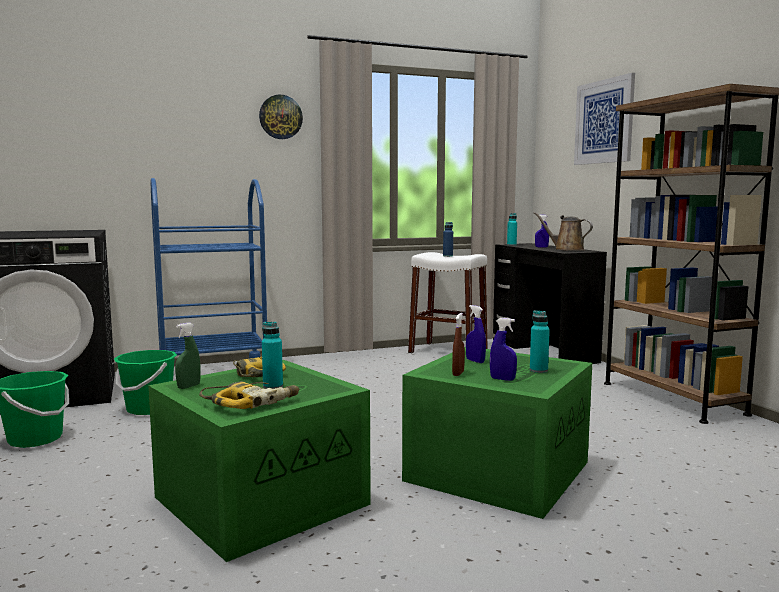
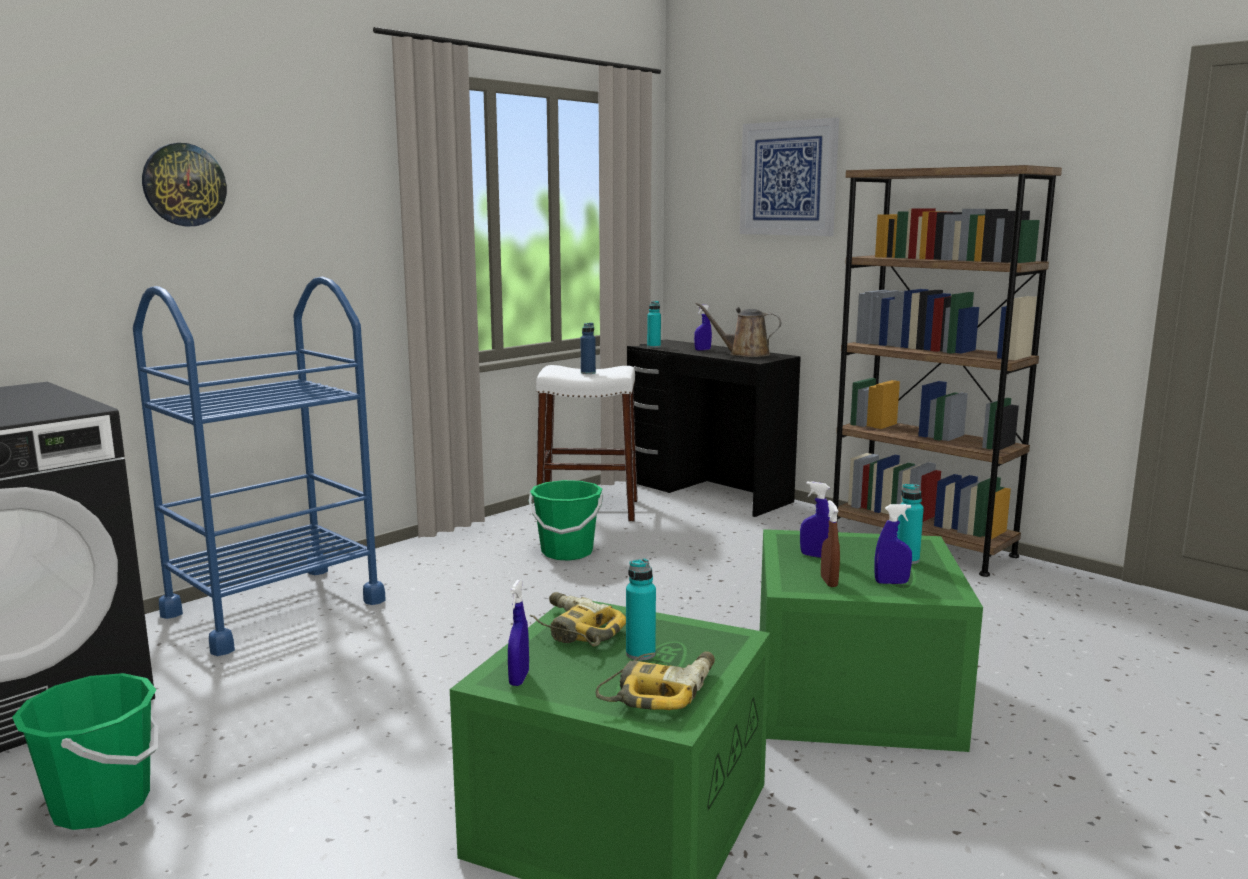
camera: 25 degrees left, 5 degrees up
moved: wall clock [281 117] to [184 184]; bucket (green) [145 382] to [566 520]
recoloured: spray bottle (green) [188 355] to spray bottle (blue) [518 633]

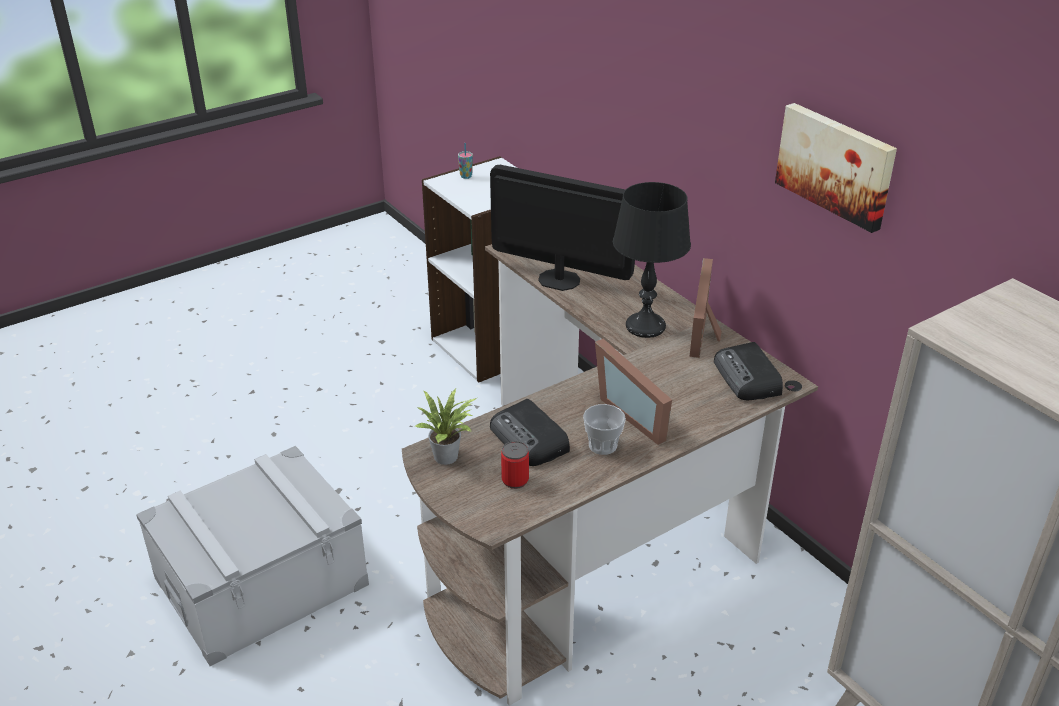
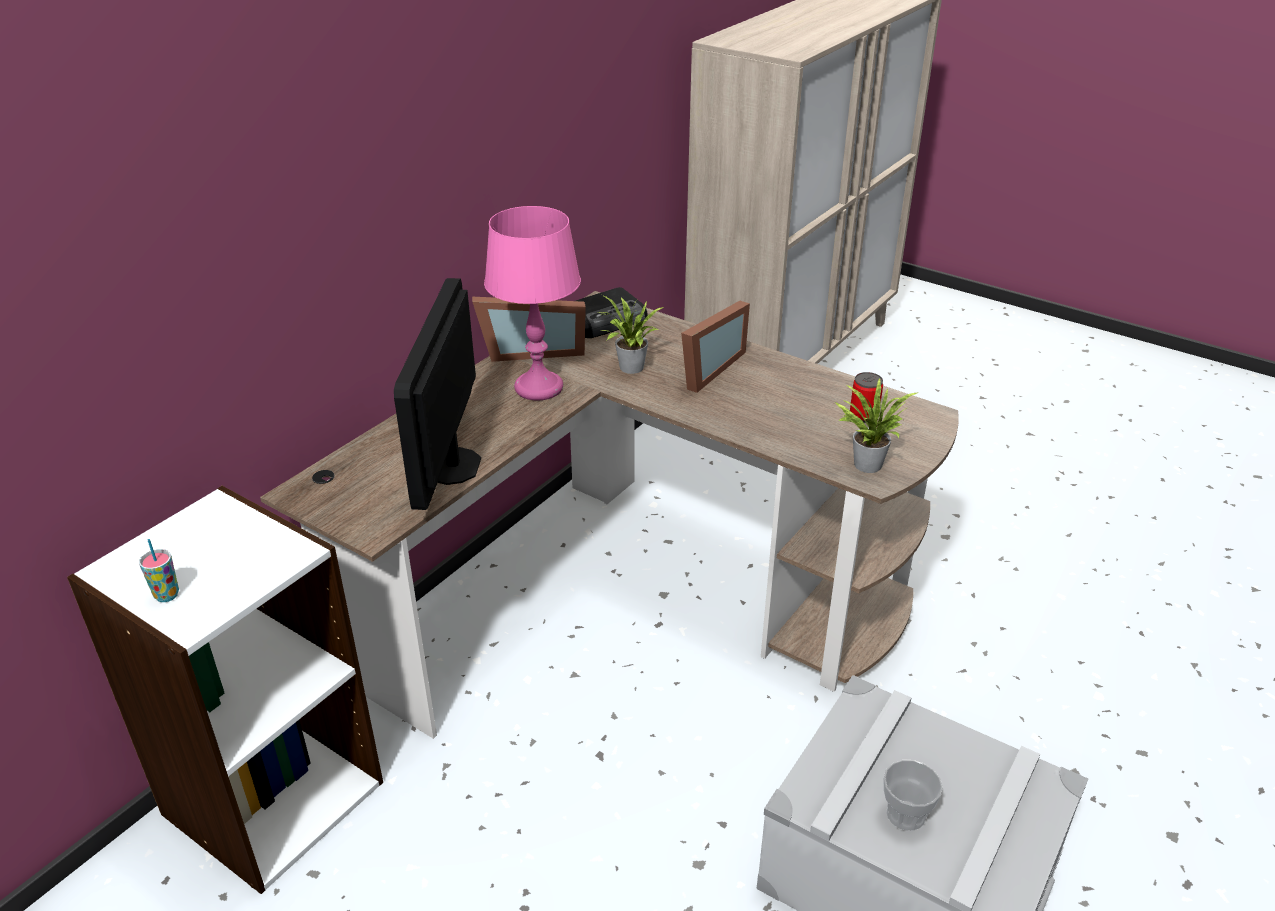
camera: 110 degrees left, 0 degrees up
removed: picture [836 168]; radio [530 432]
added: potted plant [631 334]
moved: cup [604 429] to [913 795]
recoloured: table lamp (black) [652 260] to table lamp (pink) [532 303]

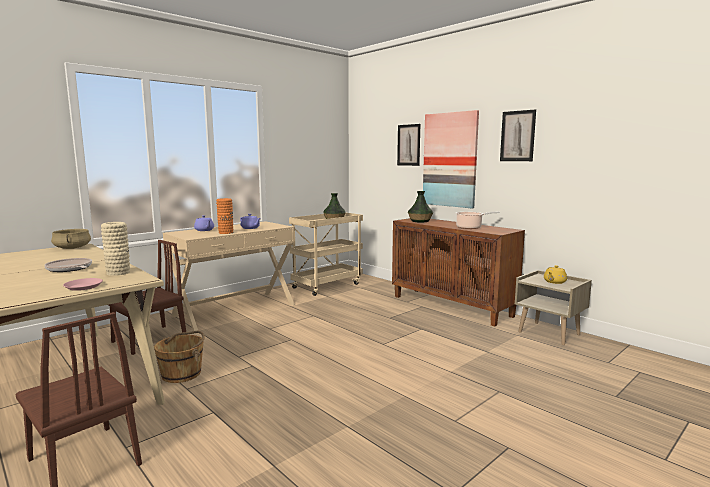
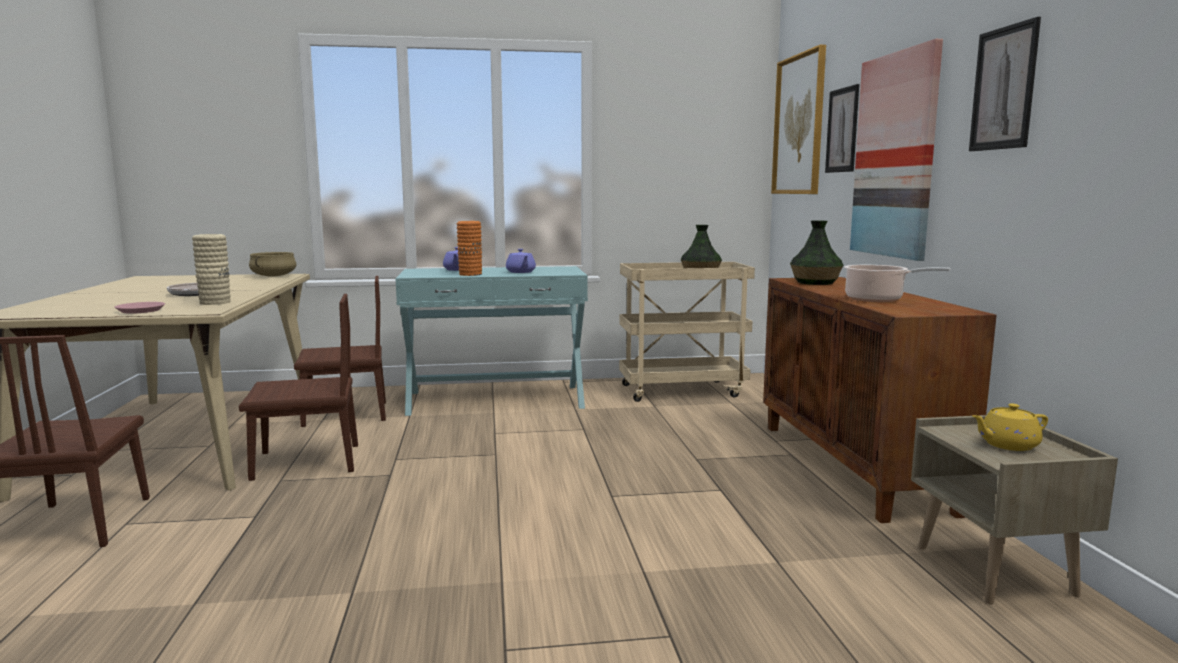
camera: 35 degrees right, 0 degrees up
added: picture [798 119]
replaced: bucket (brown) [179 357] to chair (brown) [298 387]
recoloured: console table (beige) [229 276] to console table (turquoise) [491 341]

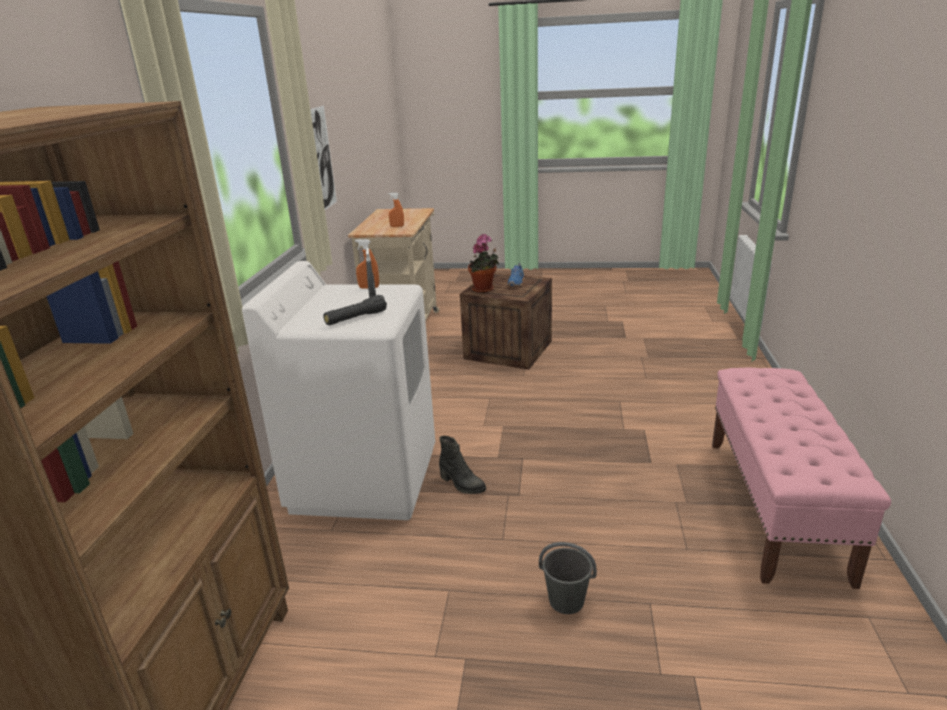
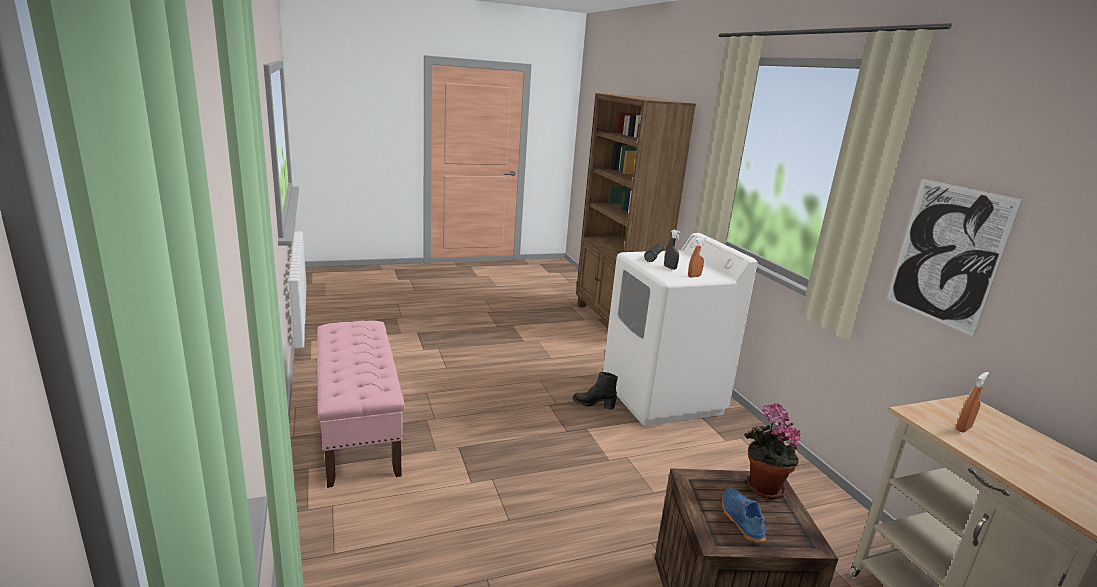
camera: 150 degrees right, 5 degrees down
removed: bucket (grey) [568 578]

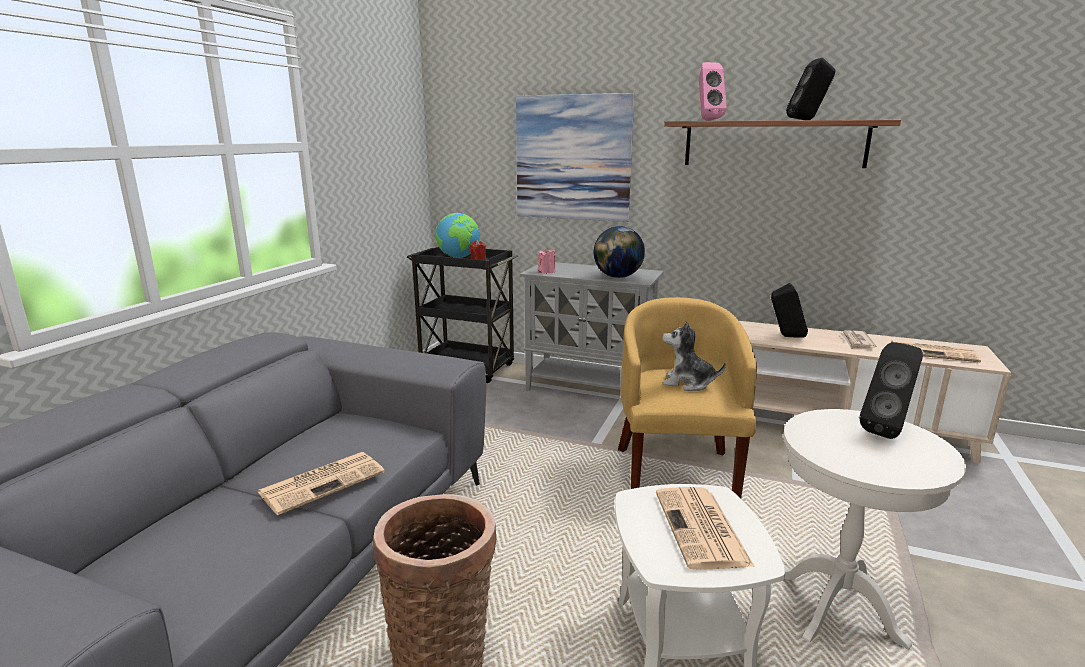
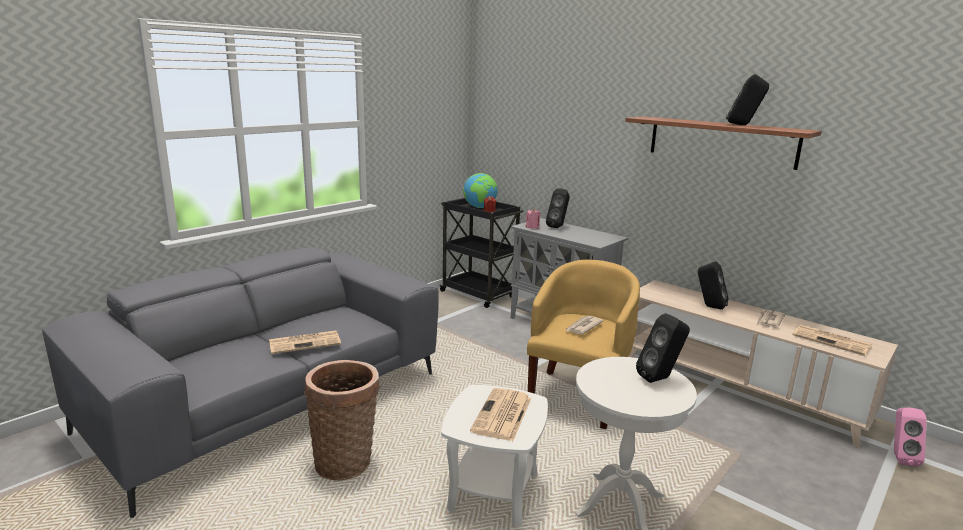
camera: 20 degrees right, 0 degrees up
removed: picture [575 157]; globe [619 252]
added: speaker (black) [558 208]
moved: speaker (pink) [713 91] to [910 437]
replaced: plush toy [694 356] to newspaper [584 325]

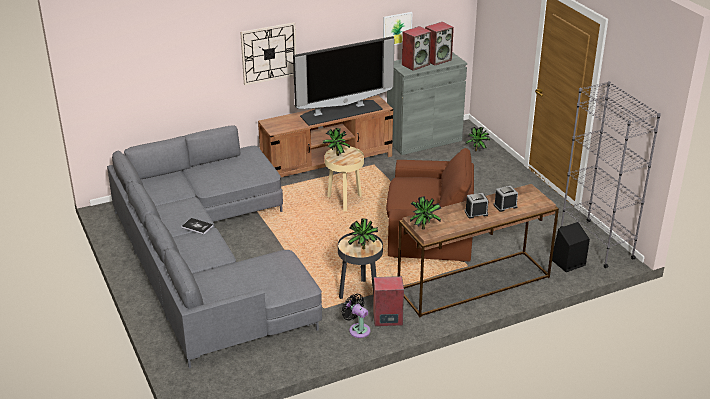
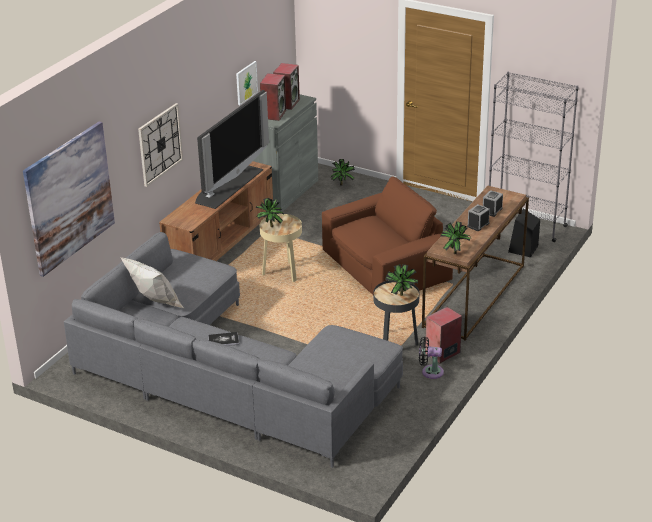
camera: 35 degrees left, 0 degrees up
added: picture [69 199]; pillow (white) [152 283]

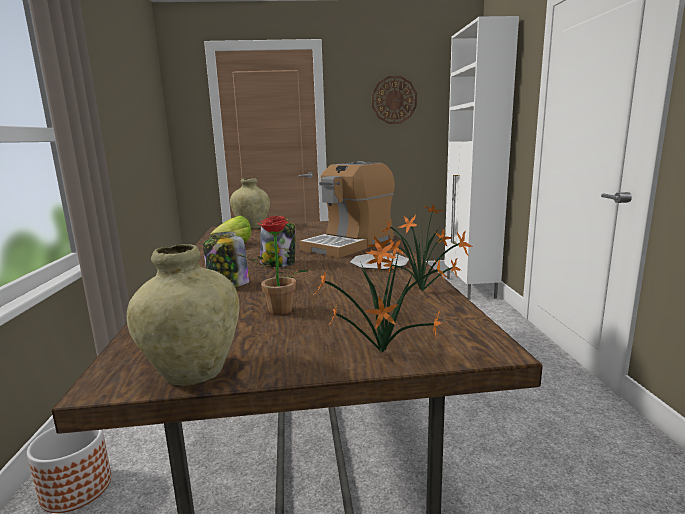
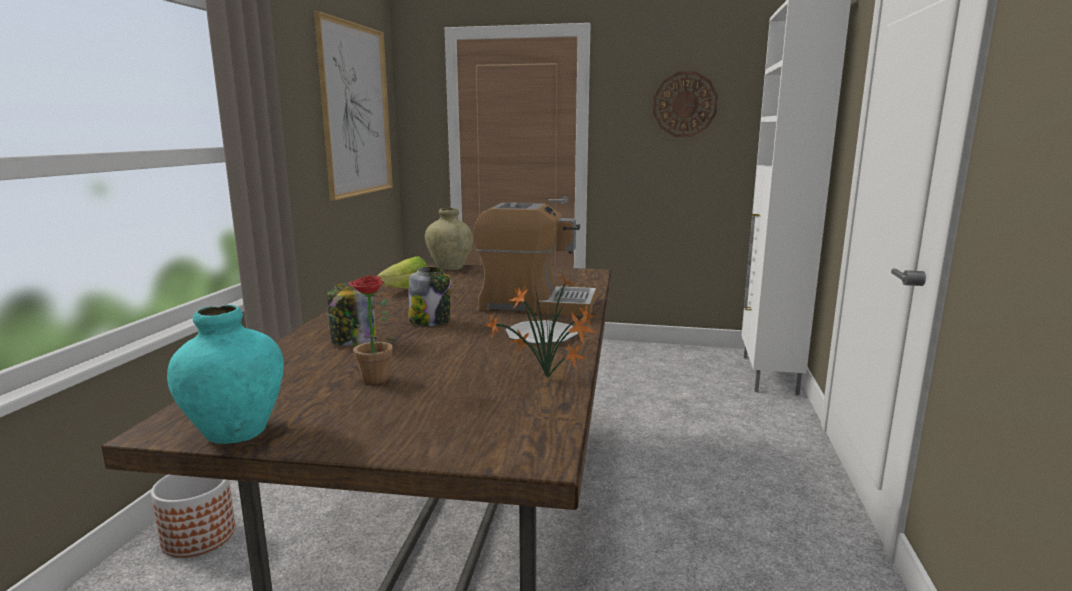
camera: 15 degrees right, 0 degrees up
removed: potted plant [380 294]
added: picture [353 106]
recoloured: vase (beige) [183 315] to vase (turquoise) [225 374]
turned: coffee machine [347 209] = [535 259] 135 degrees counterclockwise

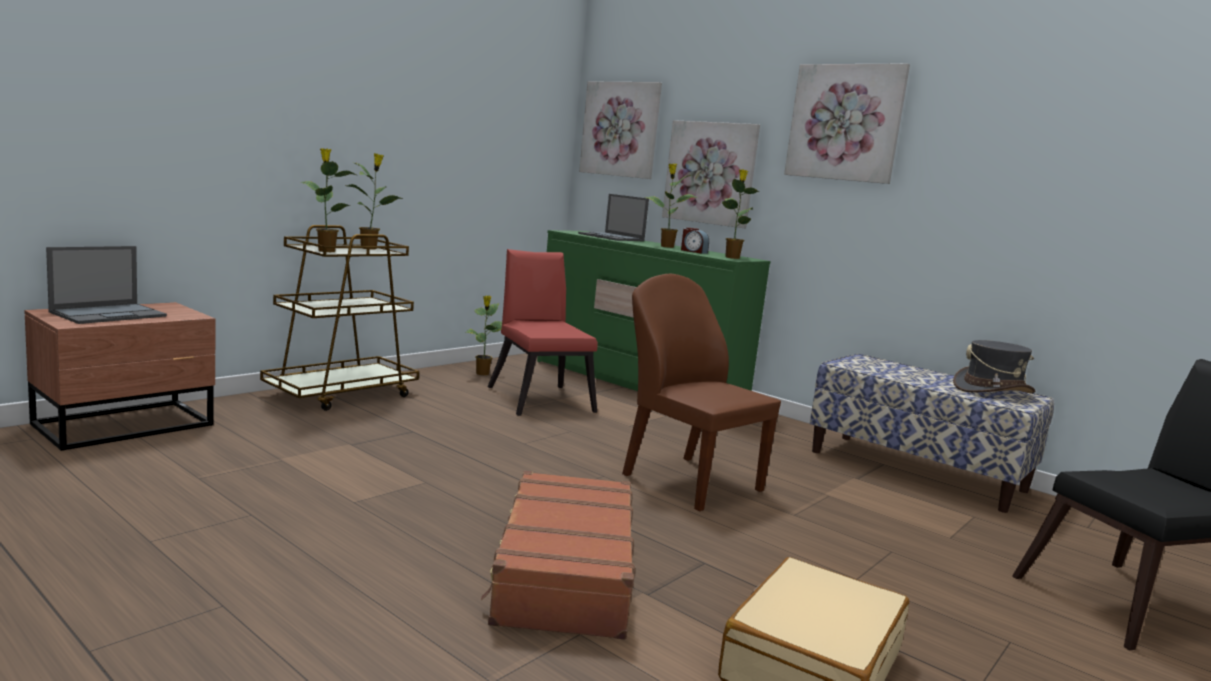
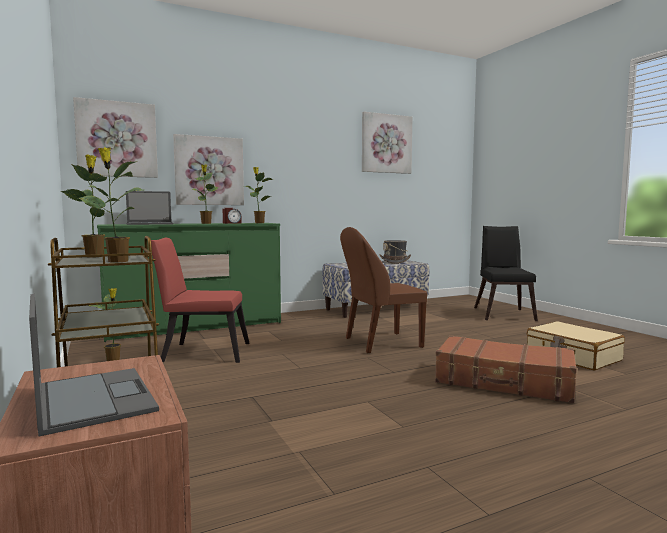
camera: 65 degrees left, 5 degrees down
moved: picture [847 123] to [387 143]

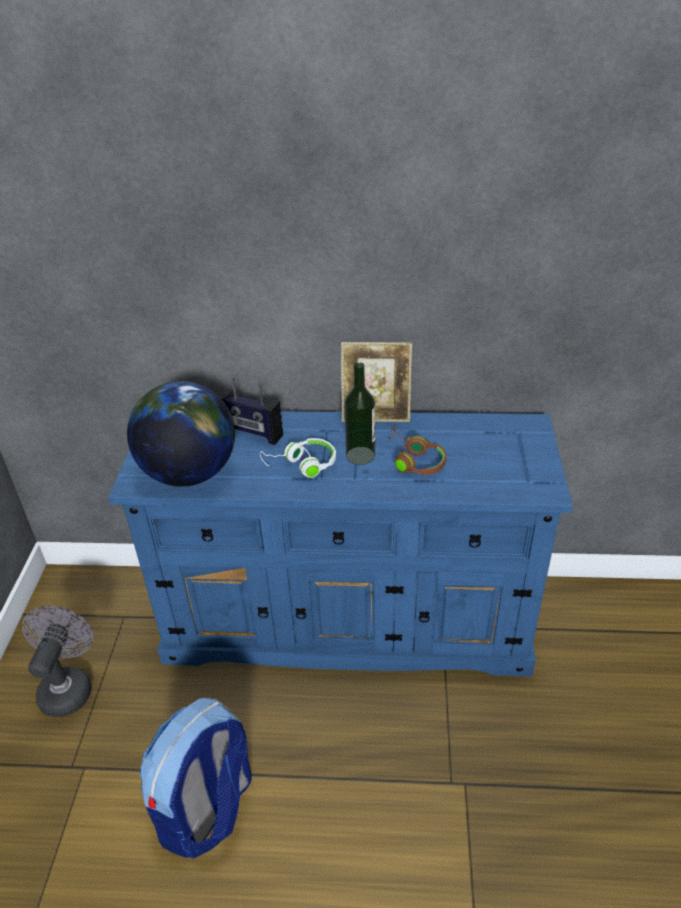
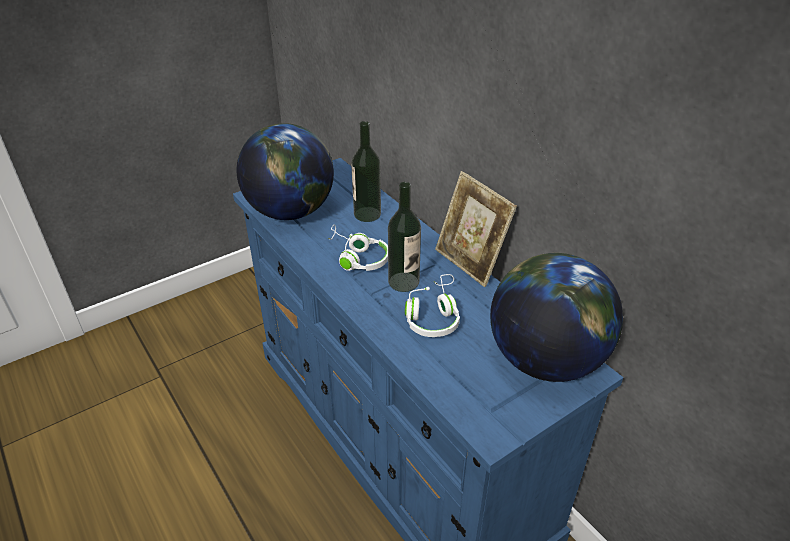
camera: 50 degrees right, 0 degrees up
removed: fan (grey) [57 661]; backpack [196 778]
added: globe [556 317]
replaced: radio [251 410] to bottle [366 171]
recoloured: headphones (brown) [417 449] to headphones (white) [432 305]

